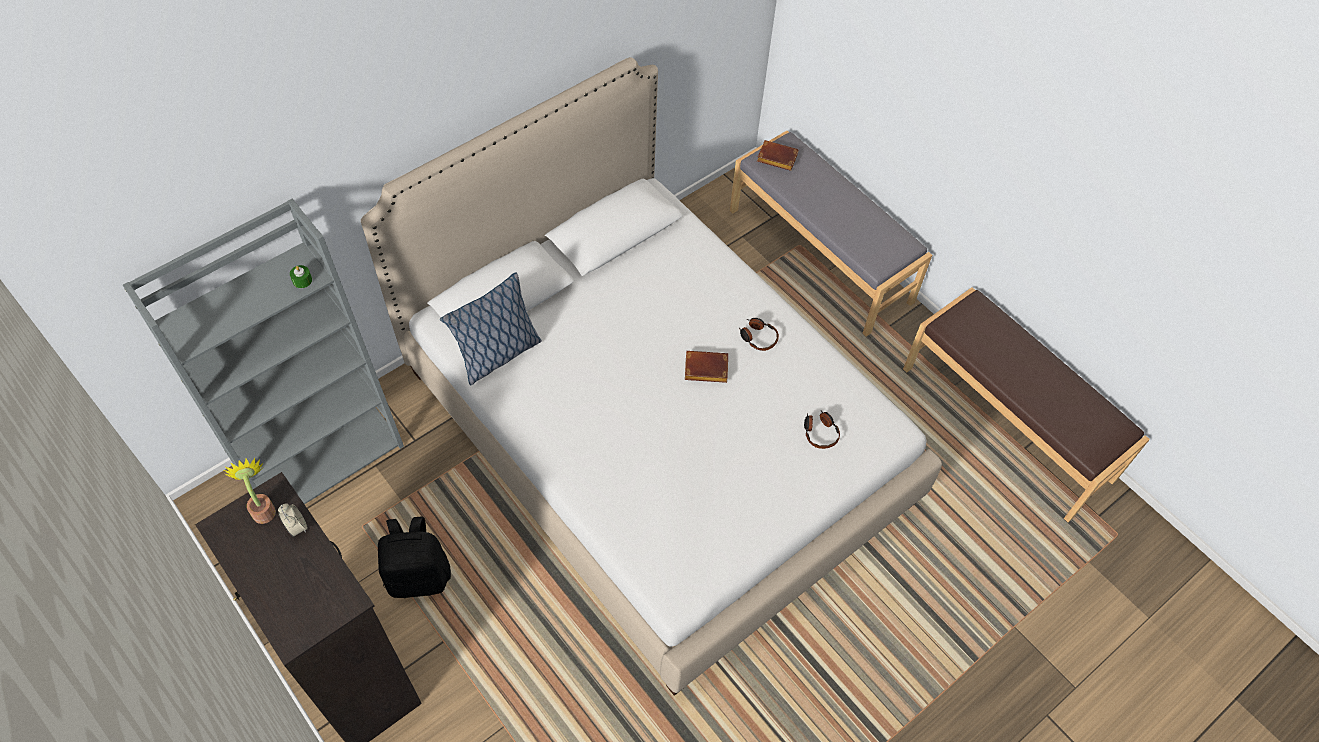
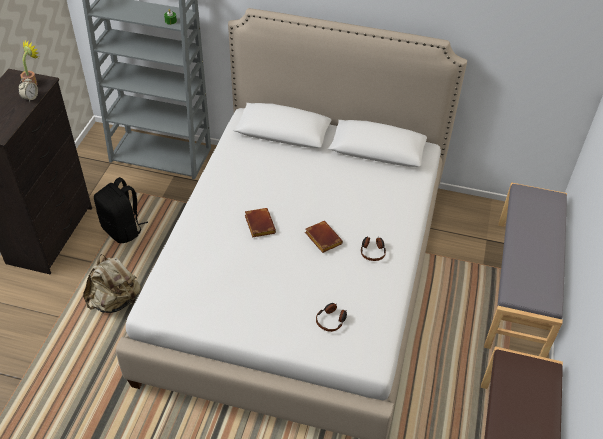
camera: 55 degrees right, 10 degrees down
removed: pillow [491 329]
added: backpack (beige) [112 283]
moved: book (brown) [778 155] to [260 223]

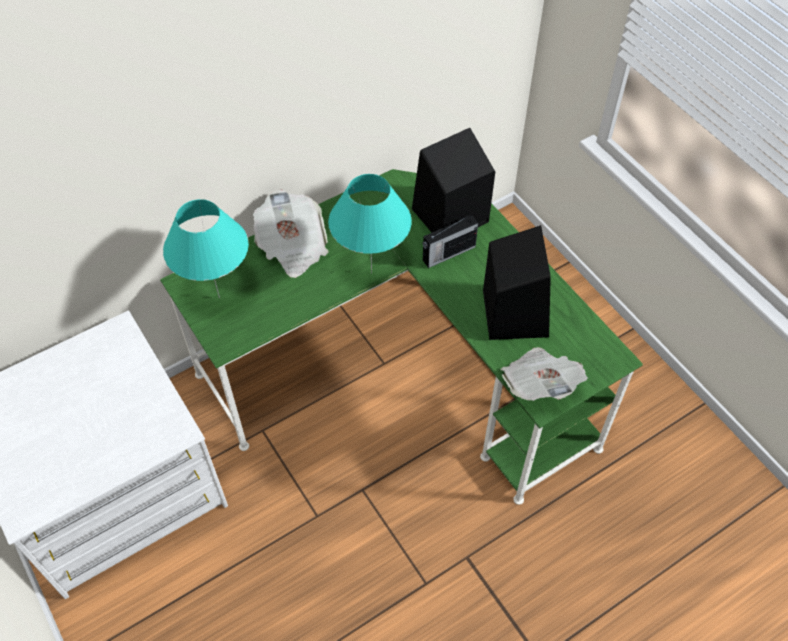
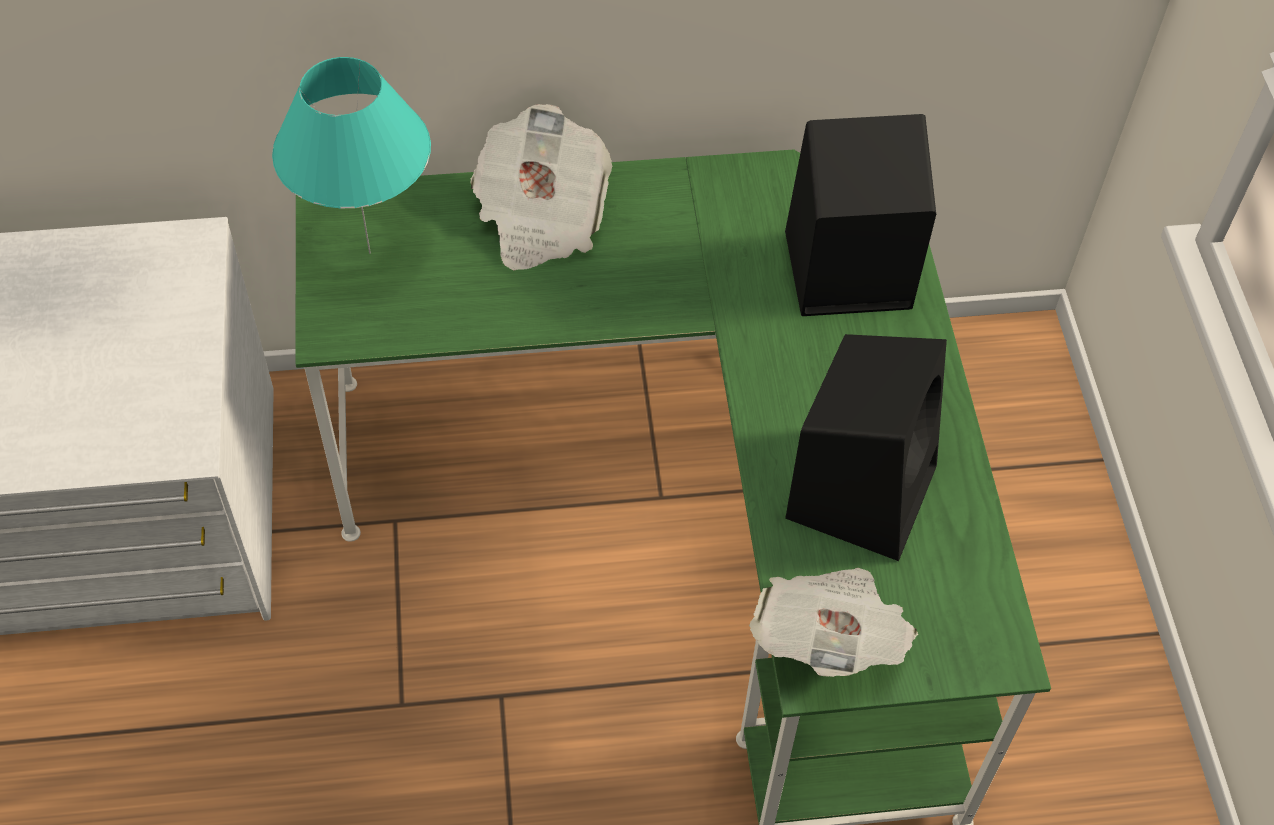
camera: 25 degrees right, 0 degrees up
removed: table lamp (turquoise) [370 223]; radio [450 242]

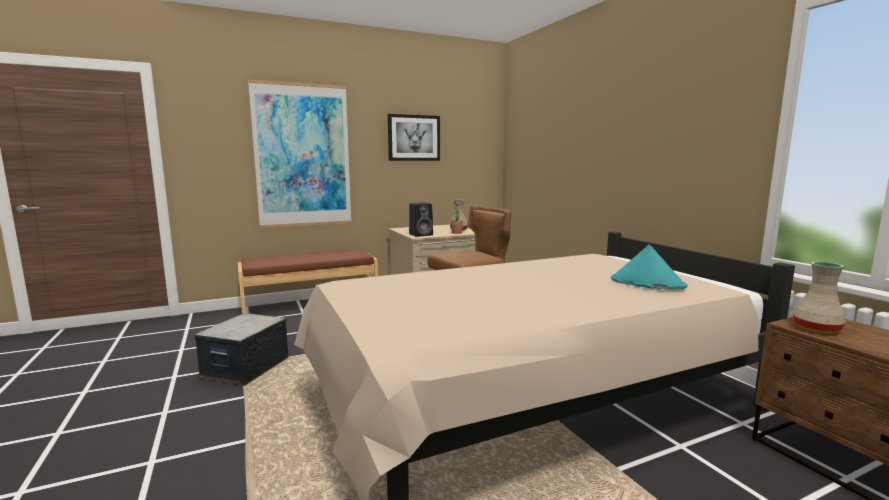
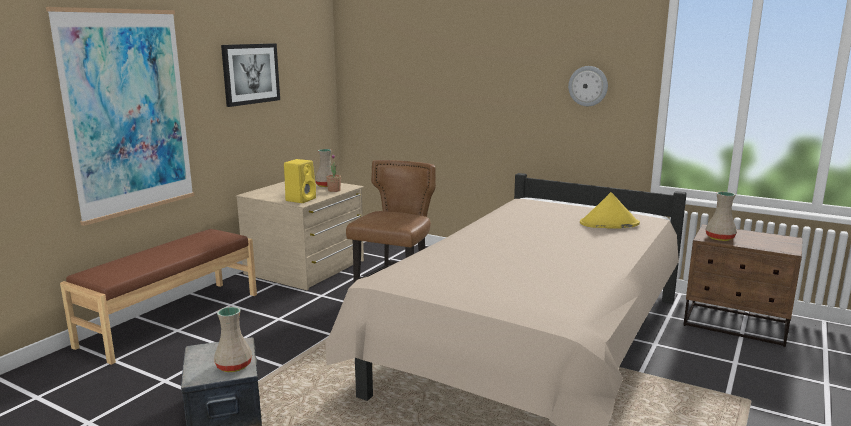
camera: 35 degrees left, 5 degrees up
added: wall clock [588 86]; vase (beige) [233 339]
recoloured: speaker (black) [421 219] to speaker (yellow) [300 181]; hat (turquoise) [649 267] to hat (yellow) [610 210]

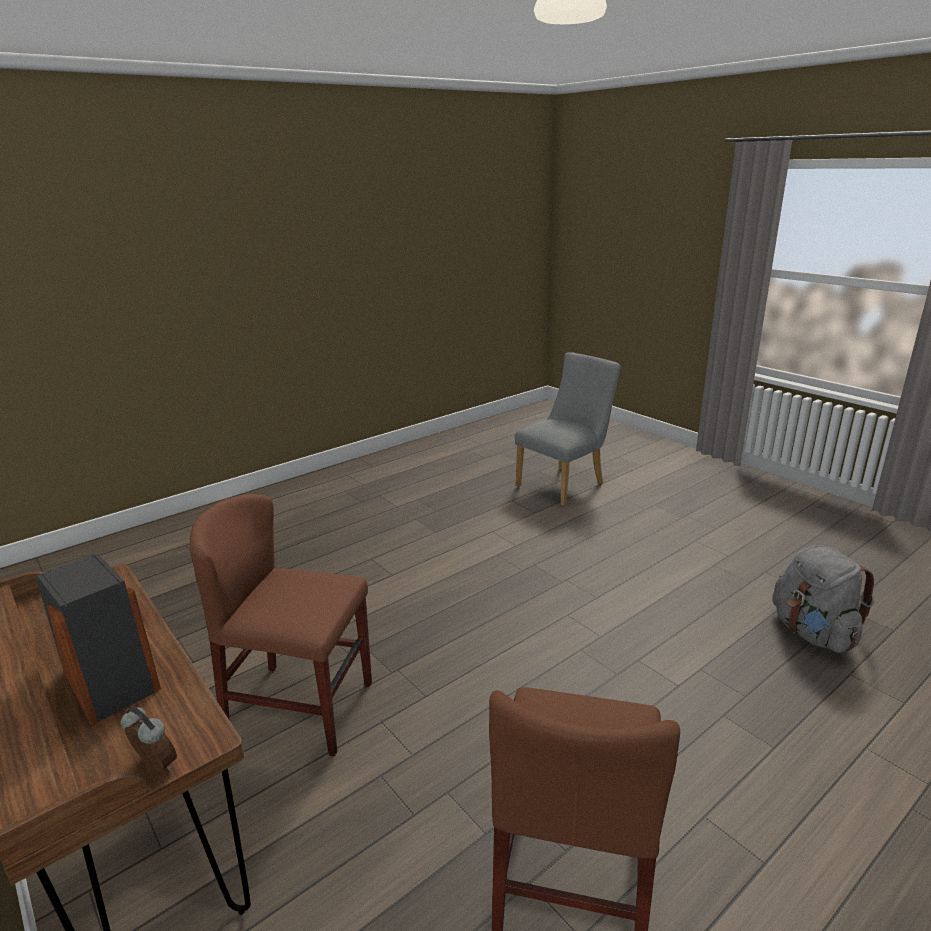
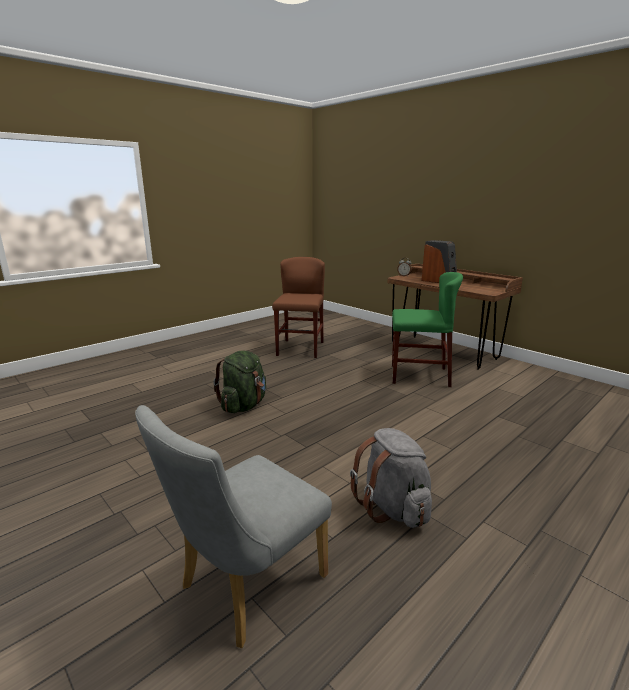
camera: 175 degrees right, 5 degrees down
added: backpack (green) [239 381]
moved: backpack (grey) [823 599] to [391 478]
recoloured: chair (brown) [281 625] to chair (green) [427 329]

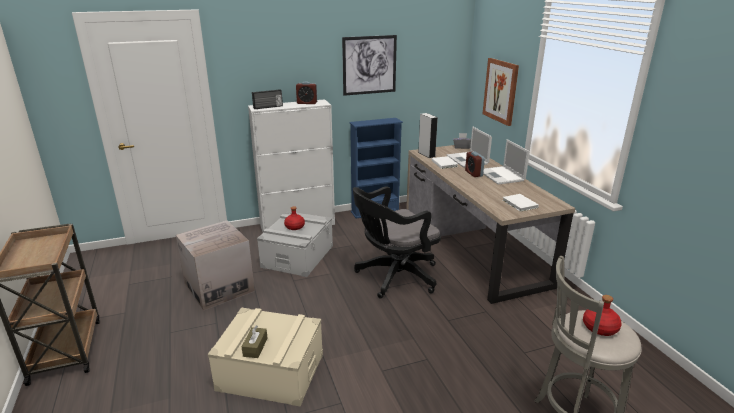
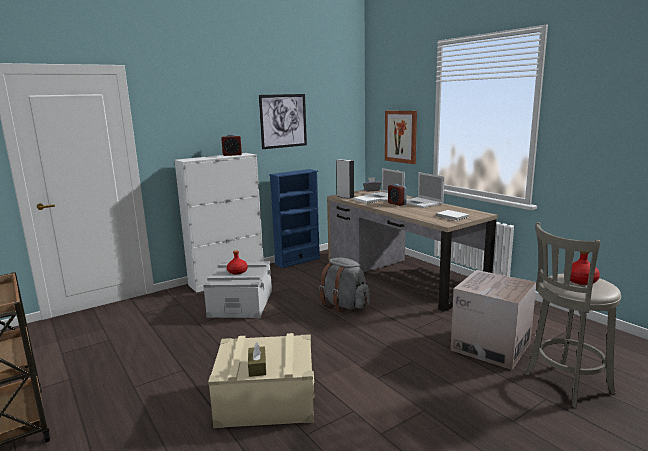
camera: 15 degrees left, 10 degrees down
removed: radio [267 99]
moved: cardboard box [215 266] to [493 320]
replaced: office chair (black) [397 242] to backpack (grey) [344 285]

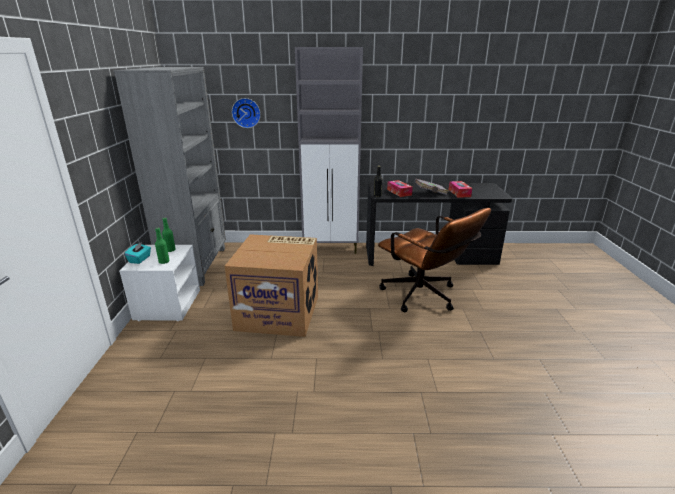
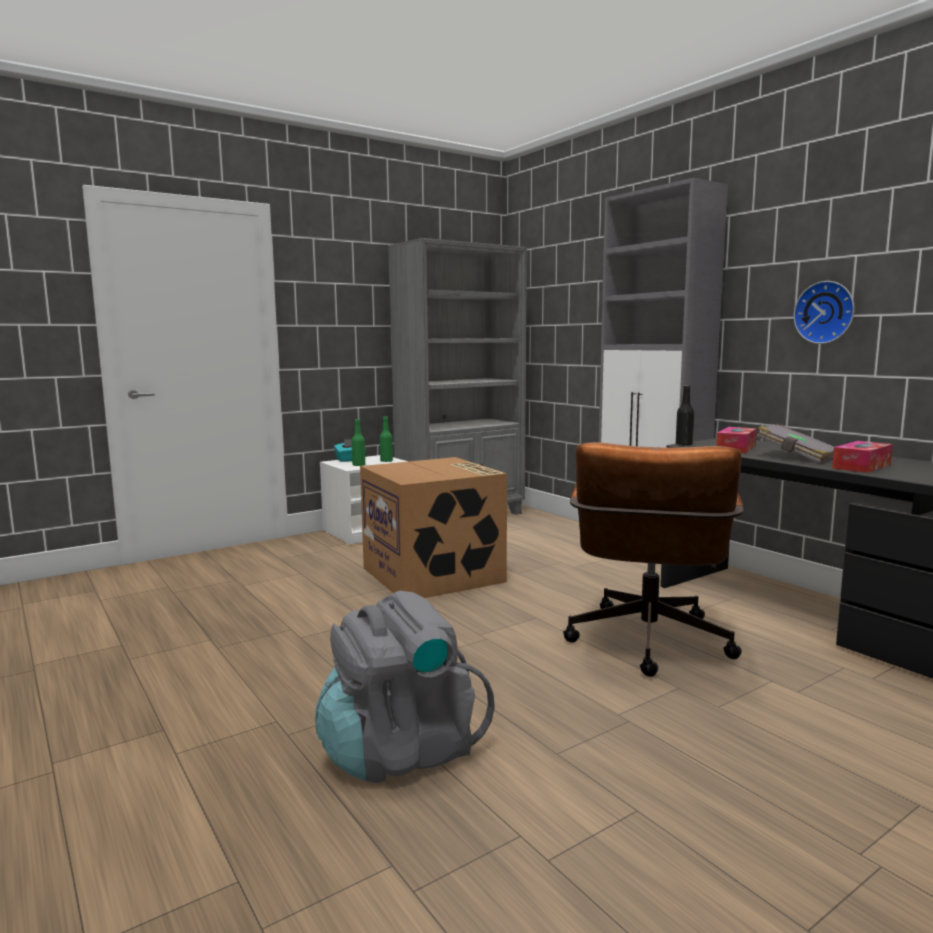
camera: 55 degrees right, 15 degrees down
added: backpack (grey) [405 687]
moved: wall clock [246 113] to [824 312]

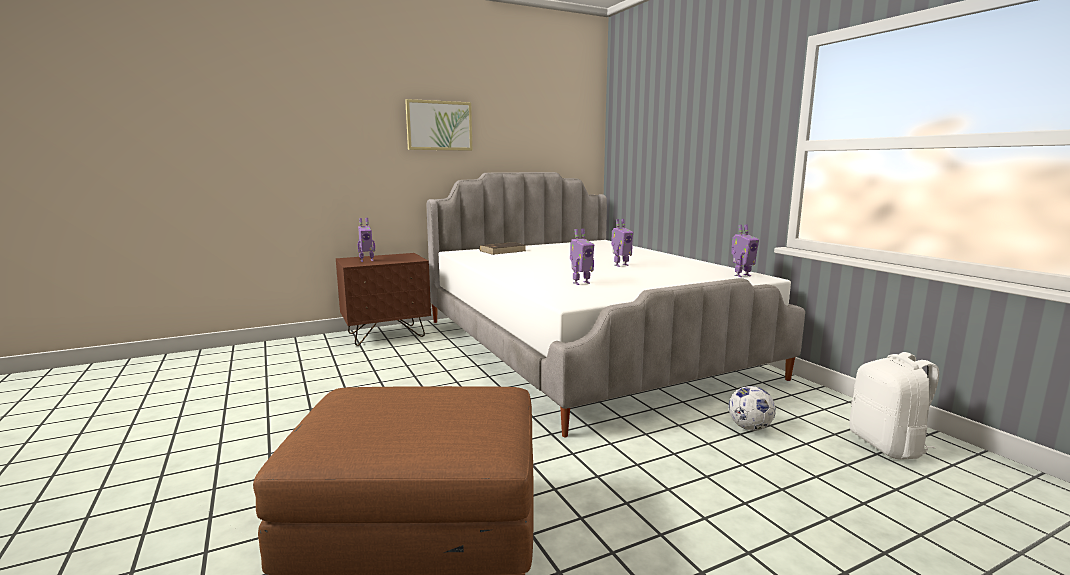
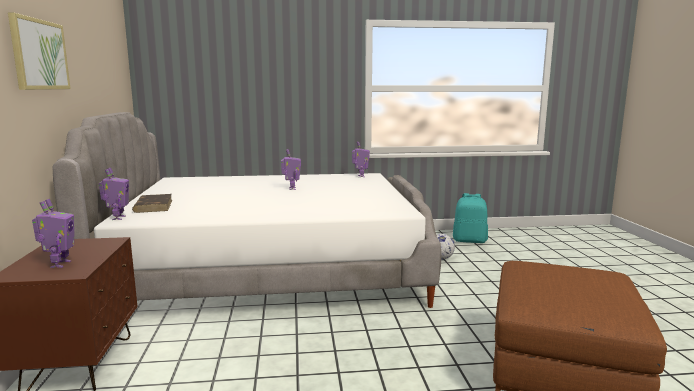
camera: 70 degrees left, 0 degrees up
moved: toy robot [582 256] to [114 194]
recoloured: backpack (white) [894 406] to backpack (turquoise) [470 218]

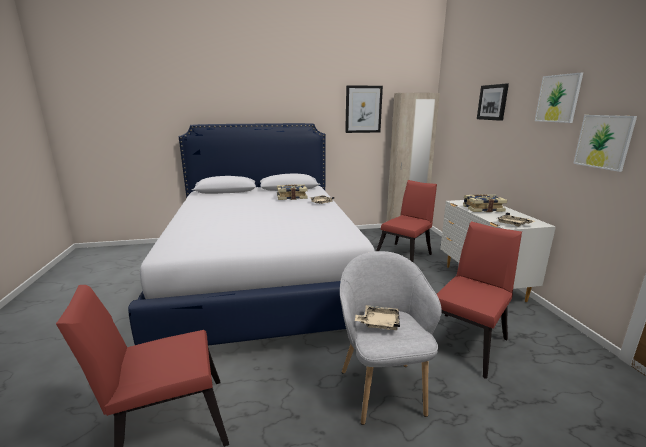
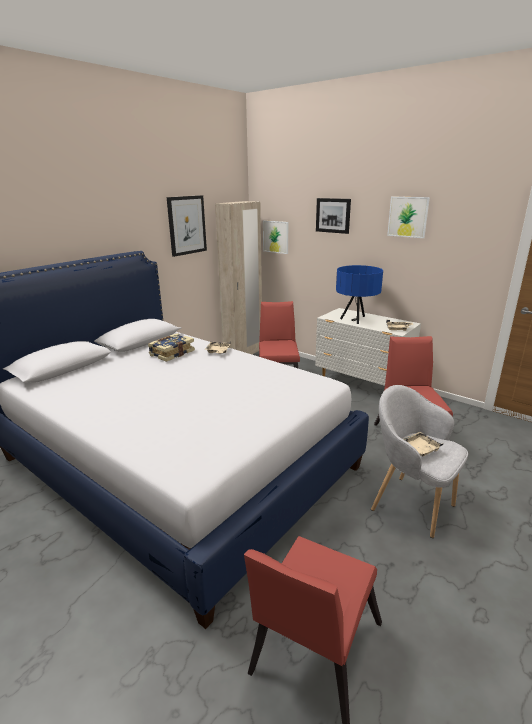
camera: 40 degrees left, 5 degrees up
moved: picture [605 143] to [275 237]
replaced: book [485 203] to table lamp (blue) [359 294]

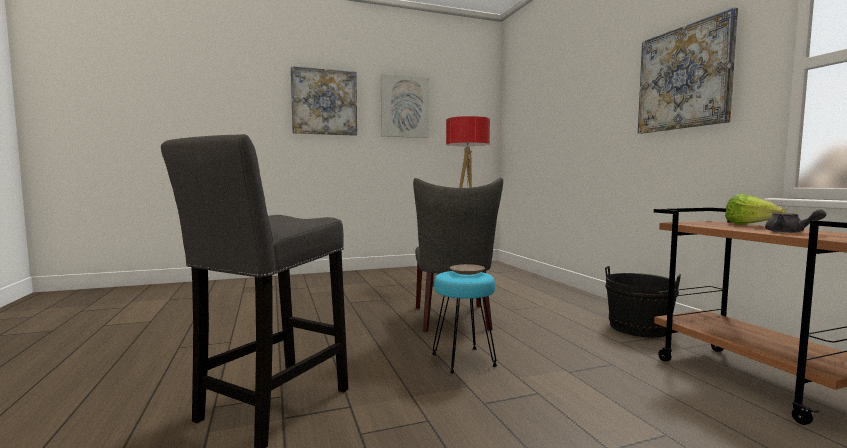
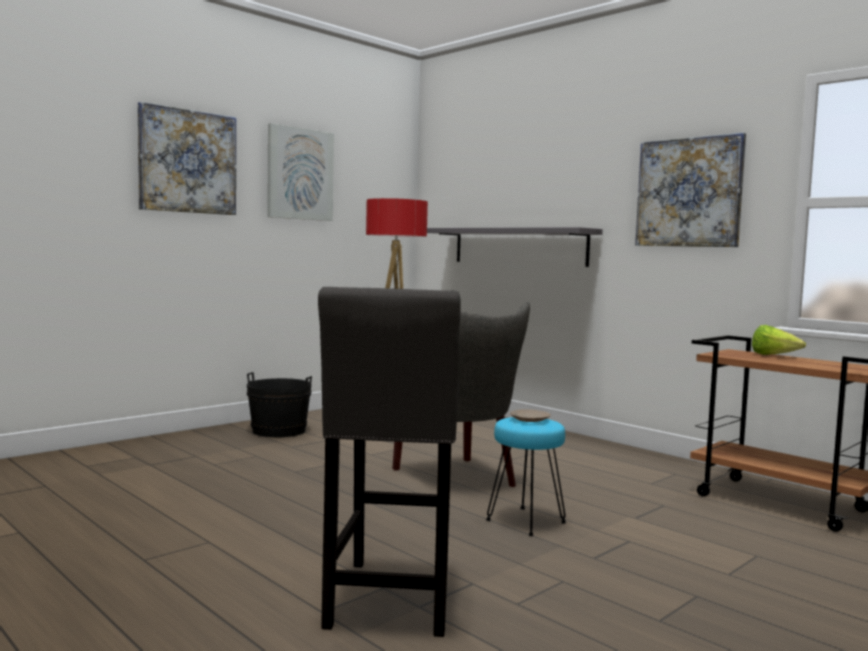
camera: 25 degrees left, 0 degrees up
removed: teapot (grey) [795 221]
added: shelf (grey) [515 247]
moved: bucket (black) [643 302] to [279 404]

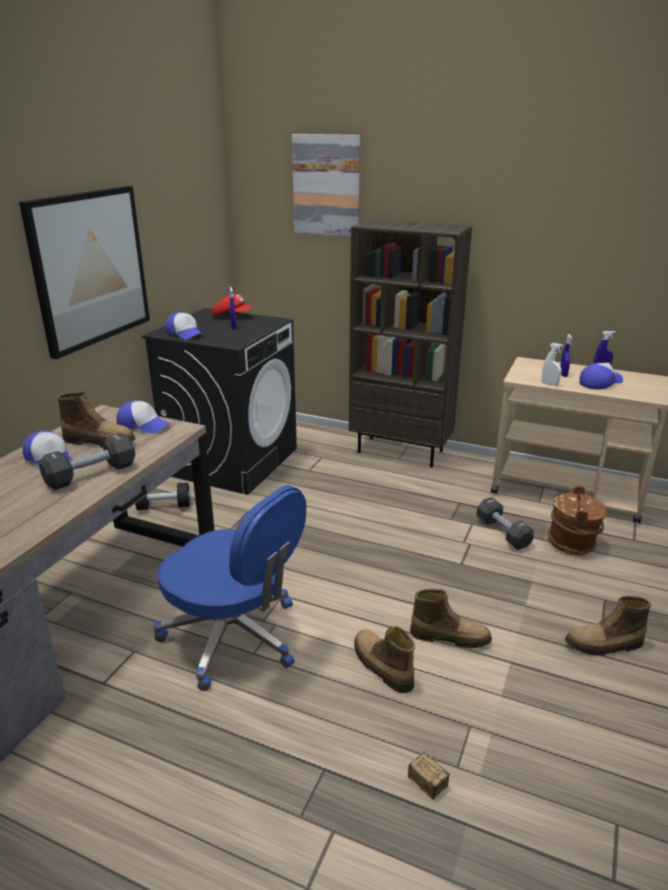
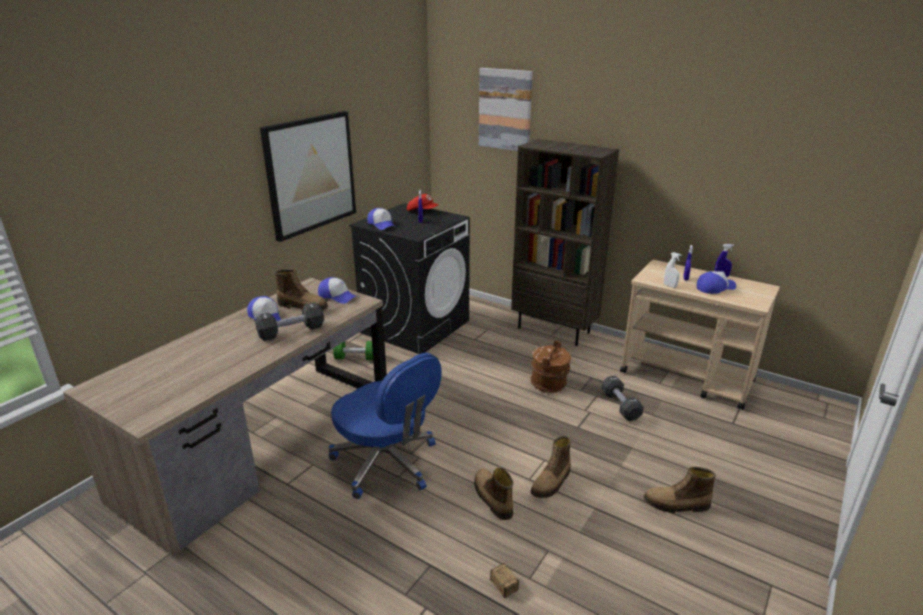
camera: 10 degrees right, 0 degrees up
moved: bucket (brown) [577 520] to [551 366]
recoloured: dumbbell (black) [162 496] to dumbbell (green) [353 350]
turned: boot [451 618] = [551 466] 105 degrees clockwise

